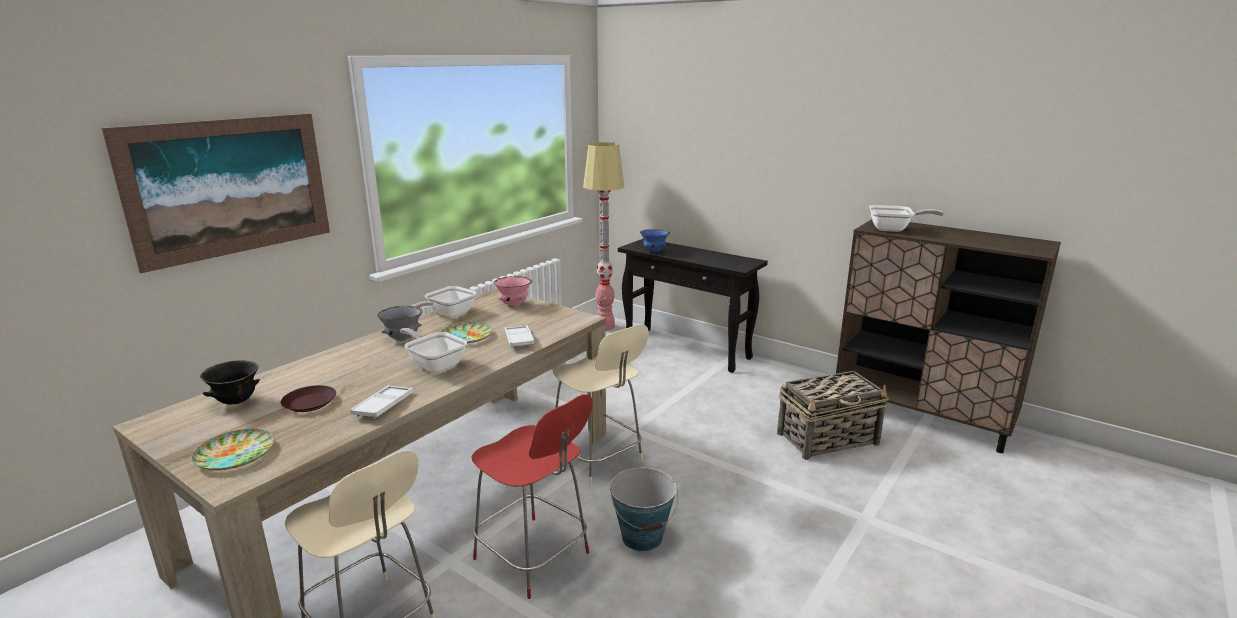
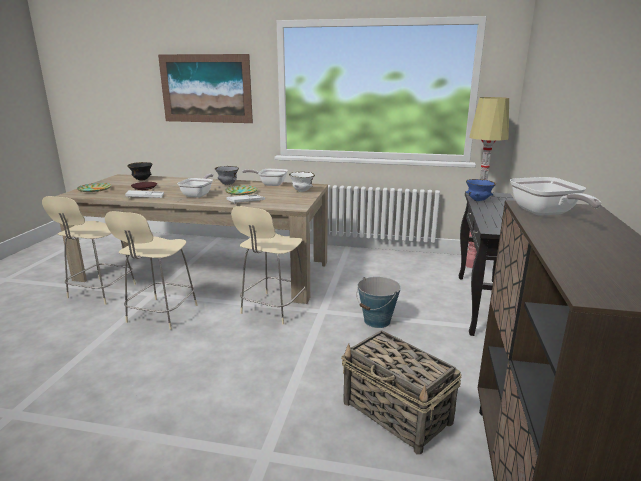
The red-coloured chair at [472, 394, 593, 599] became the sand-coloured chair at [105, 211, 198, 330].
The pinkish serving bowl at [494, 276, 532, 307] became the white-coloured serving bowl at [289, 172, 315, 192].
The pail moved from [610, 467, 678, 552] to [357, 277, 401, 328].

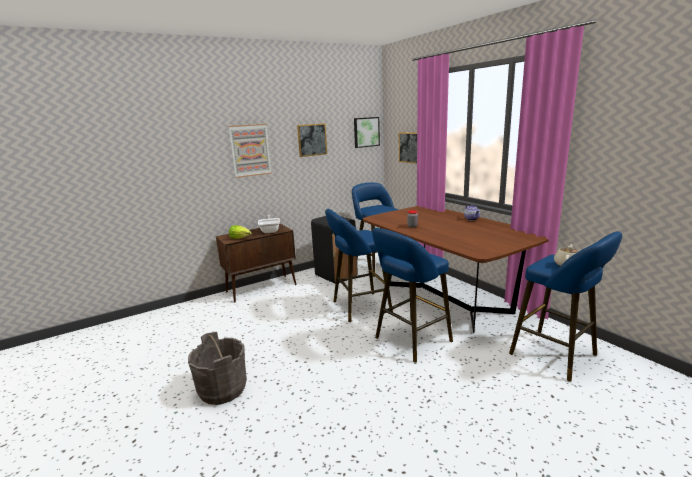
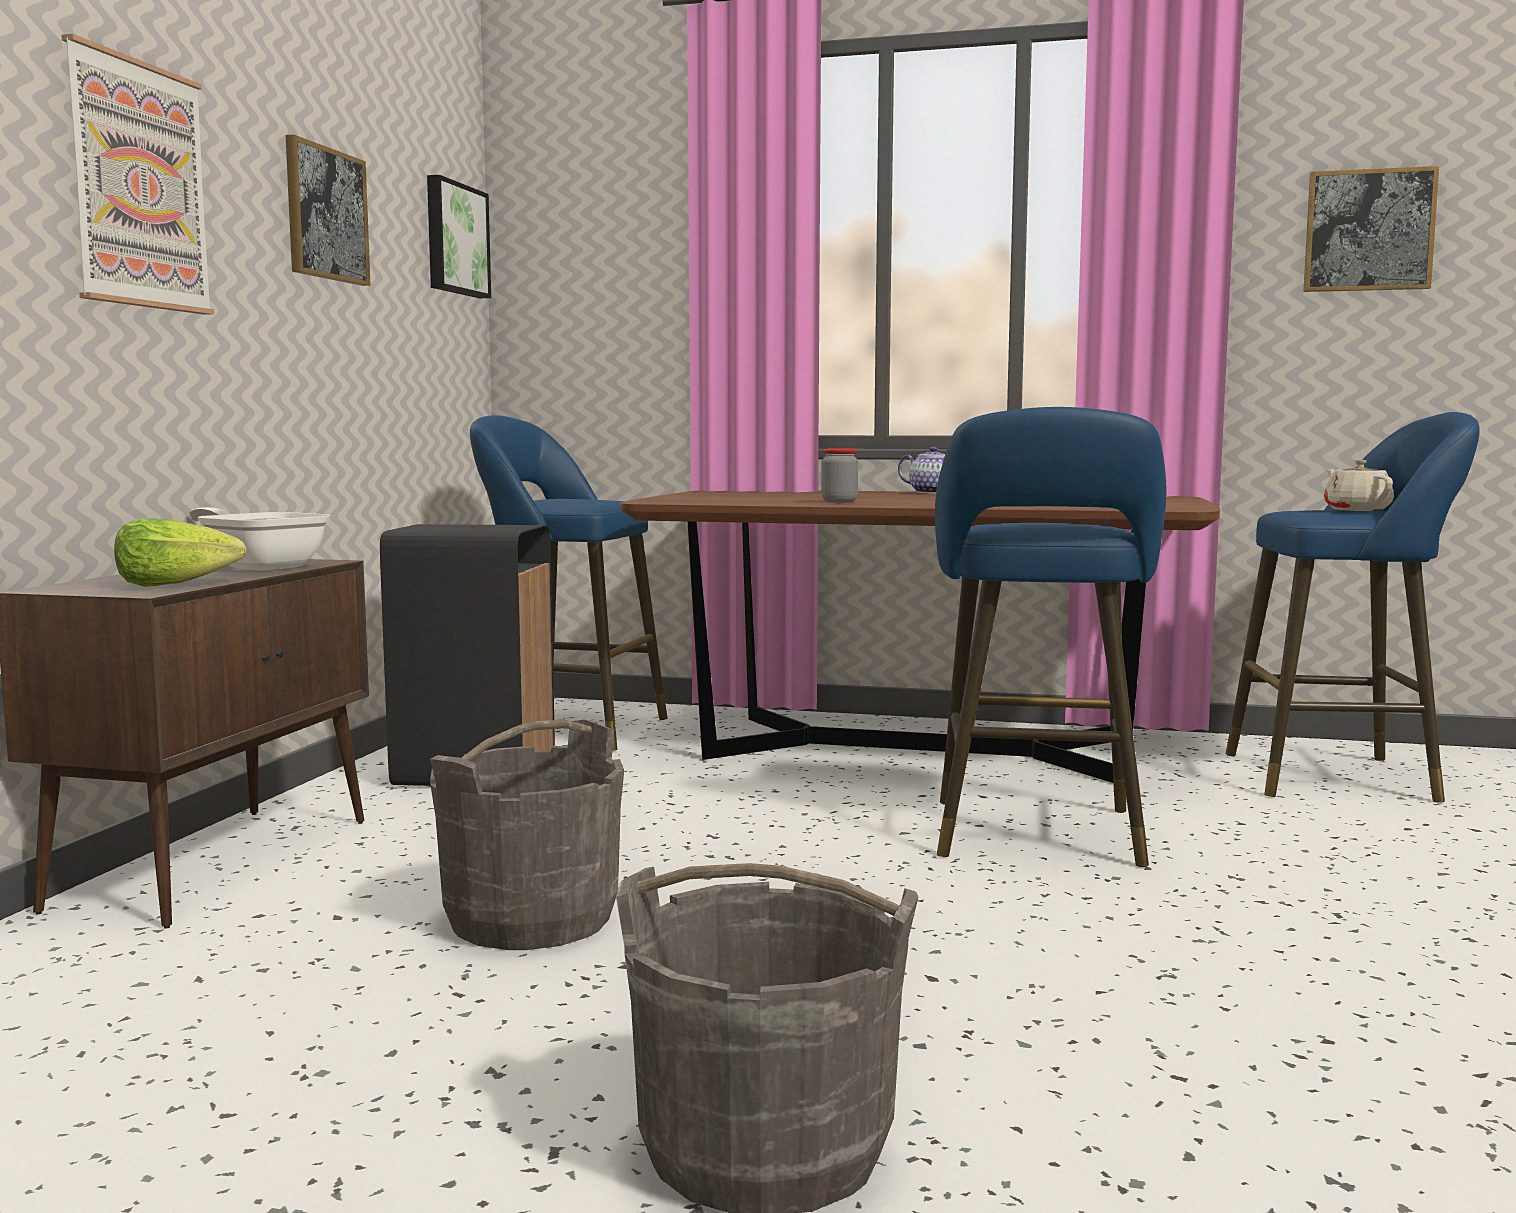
The greyish pail at [430, 720, 624, 950] appeared.
The picture moved from [399, 132, 417, 164] to [1303, 166, 1440, 292].
The blue-coloured stool at [325, 209, 393, 322] disappeared.

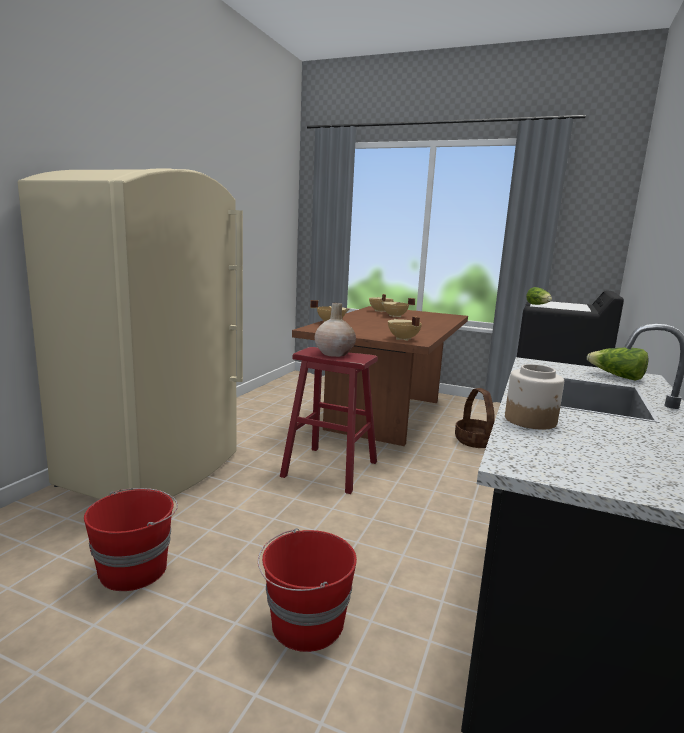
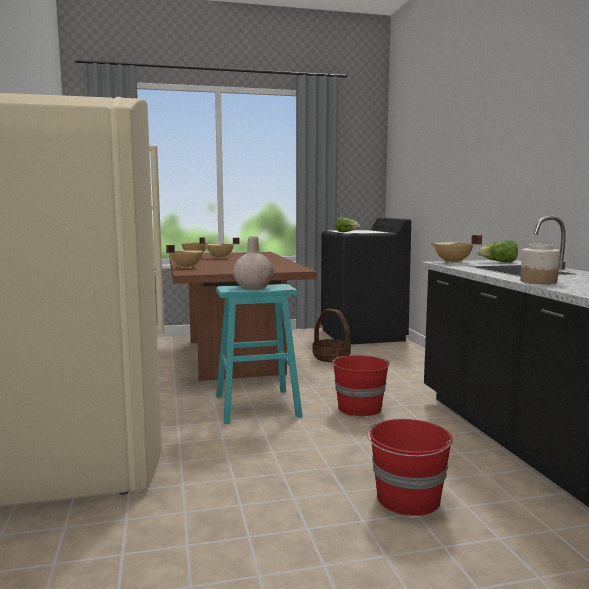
The red-coloured stool at [280, 347, 378, 494] became the blue-green stool at [216, 284, 303, 424].
The red-coloured pail moved from [84, 488, 178, 591] to [332, 355, 390, 416].
The sand-coloured stockpot moved from [388, 316, 422, 341] to [431, 235, 482, 263].

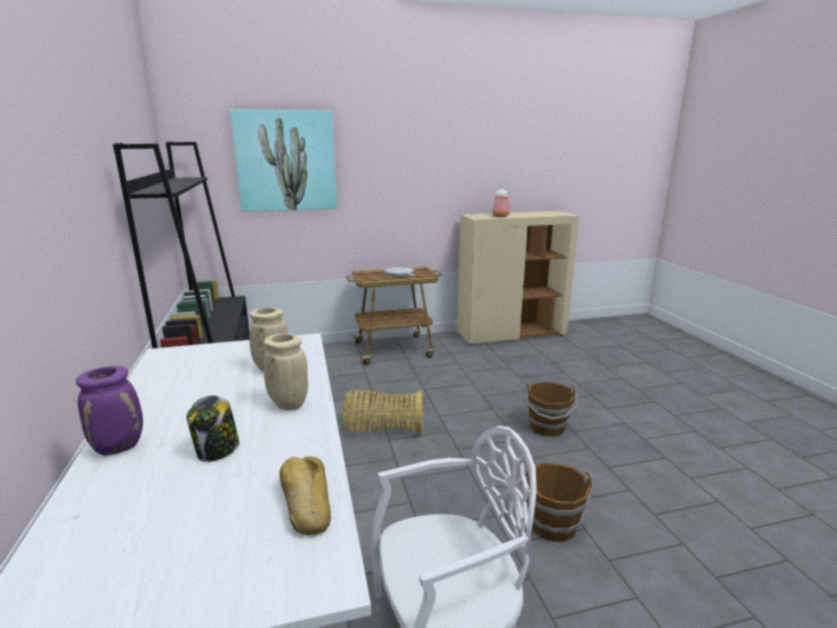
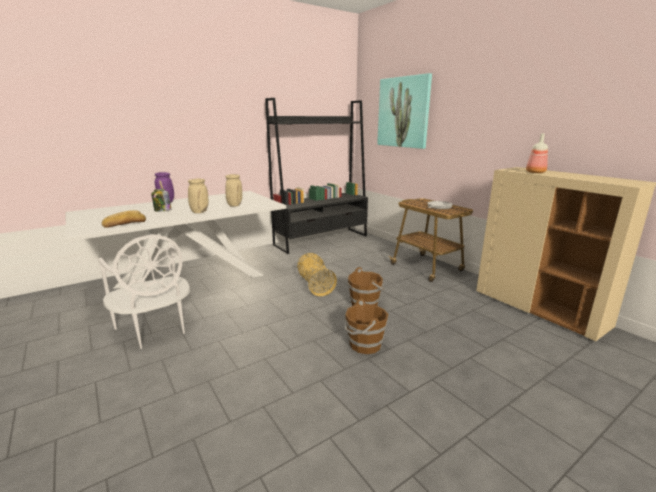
The brownish pail moved from [525, 462, 592, 542] to [348, 267, 384, 306].

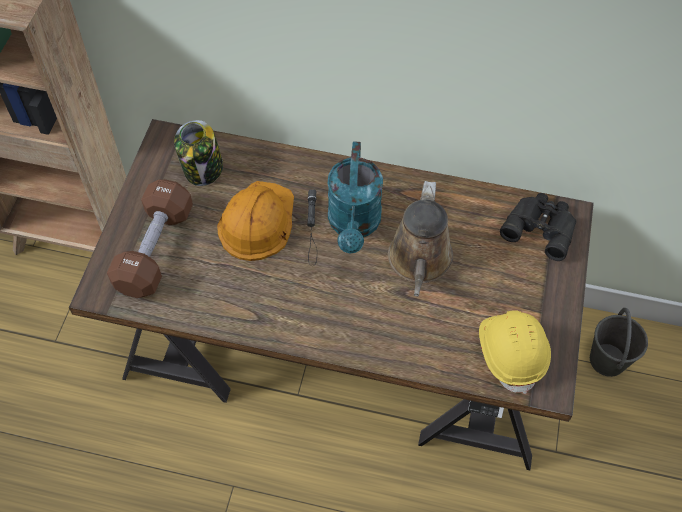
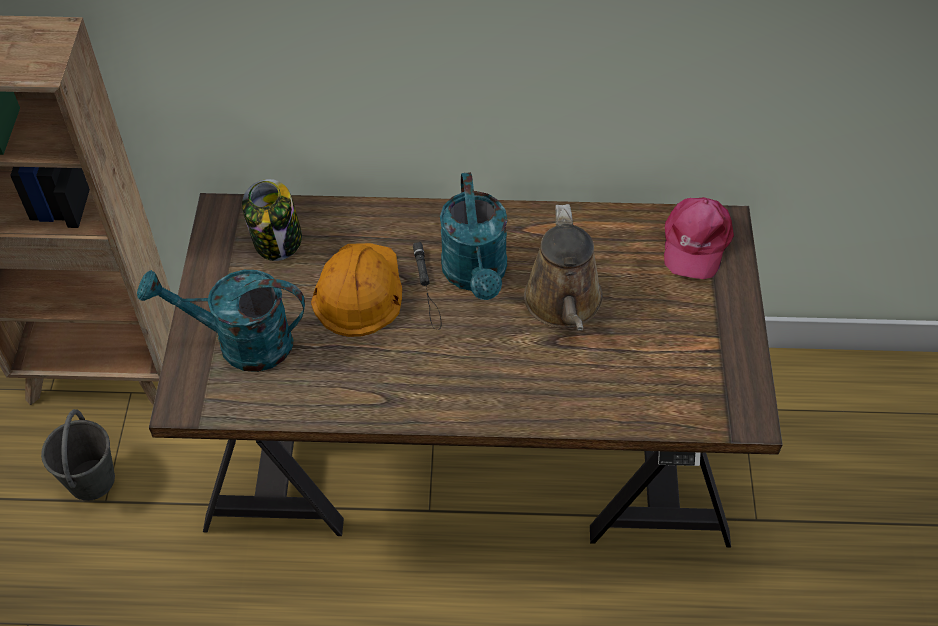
The greyish pail moved from [590, 308, 648, 377] to [41, 409, 115, 501].
The brownish dumbbell at [107, 179, 193, 298] was replaced by the blue-green sprinkling can at [137, 270, 305, 372].
The black-coloured field glasses at [500, 193, 576, 261] was replaced by the pinkish cap at [664, 197, 734, 279].
The yellowish hard hat at [479, 310, 551, 394] disappeared.

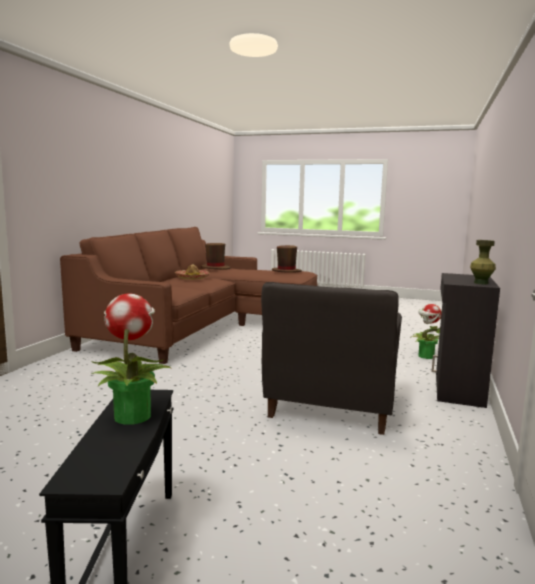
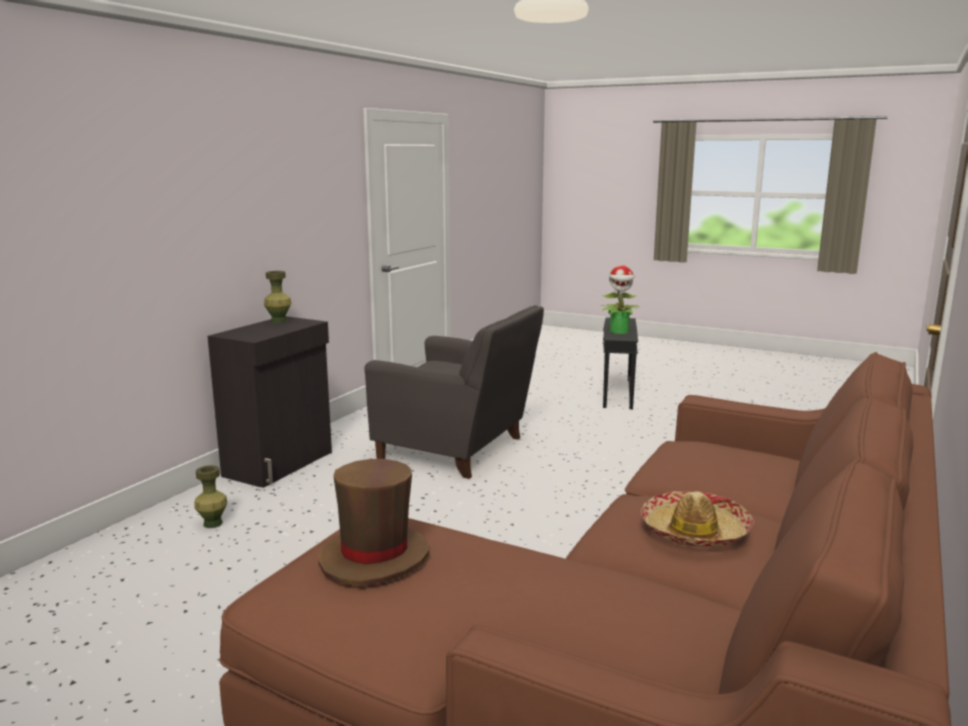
The houseplant at [410, 304, 442, 359] was replaced by the greenish vase at [195, 465, 227, 528].
The greyish armchair at [261, 282, 402, 435] turned 90 degrees clockwise.
The brownish clothing hat at [201, 243, 230, 270] disappeared.

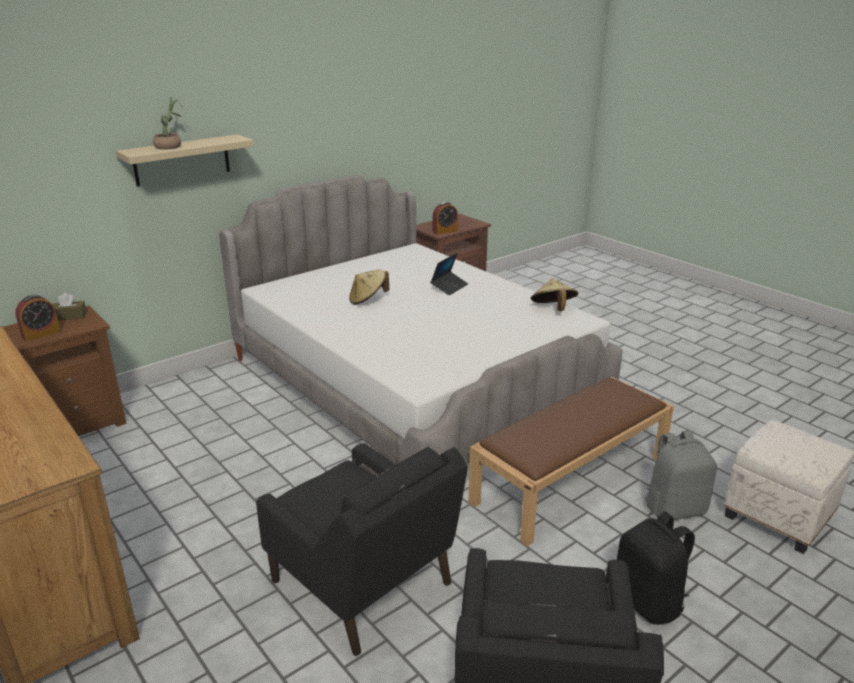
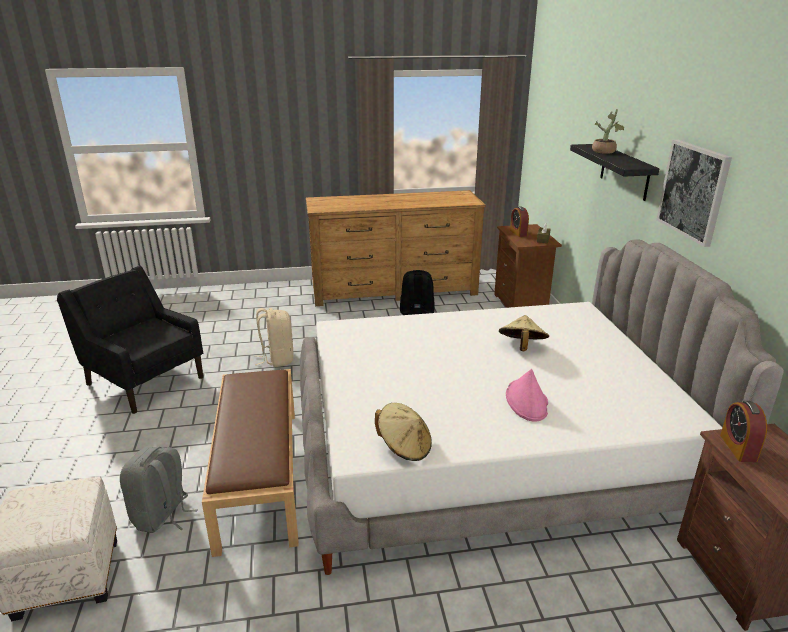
The black-coloured armchair at [256, 443, 468, 656] was replaced by the sand-coloured backpack at [254, 308, 293, 367].
The black-coloured backpack moved from [617, 512, 695, 625] to [400, 270, 434, 315].
The laptop at [430, 253, 468, 295] was replaced by the pinkish clothing hat at [506, 369, 548, 422].
The sand-coloured shelf at [116, 135, 254, 187] became the black-coloured shelf at [570, 144, 659, 201].
The picture at [656, 140, 732, 247] appeared.

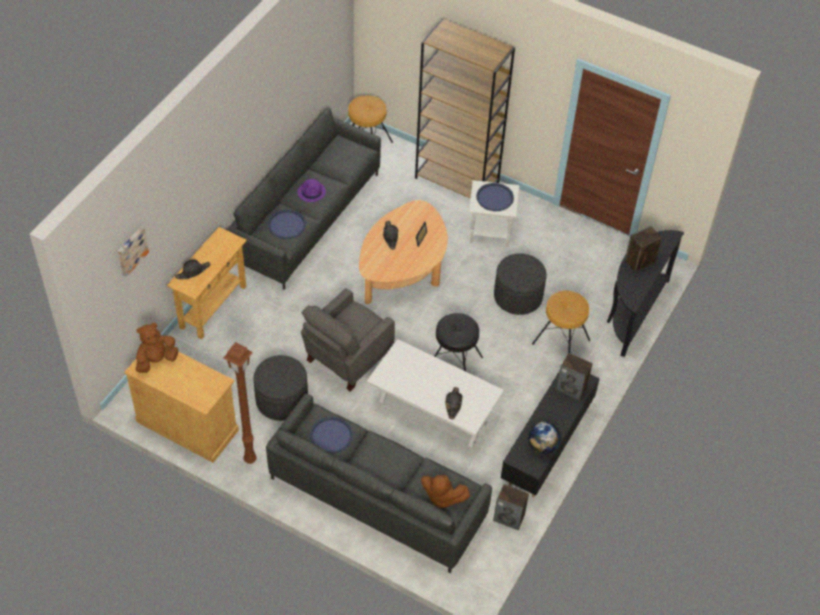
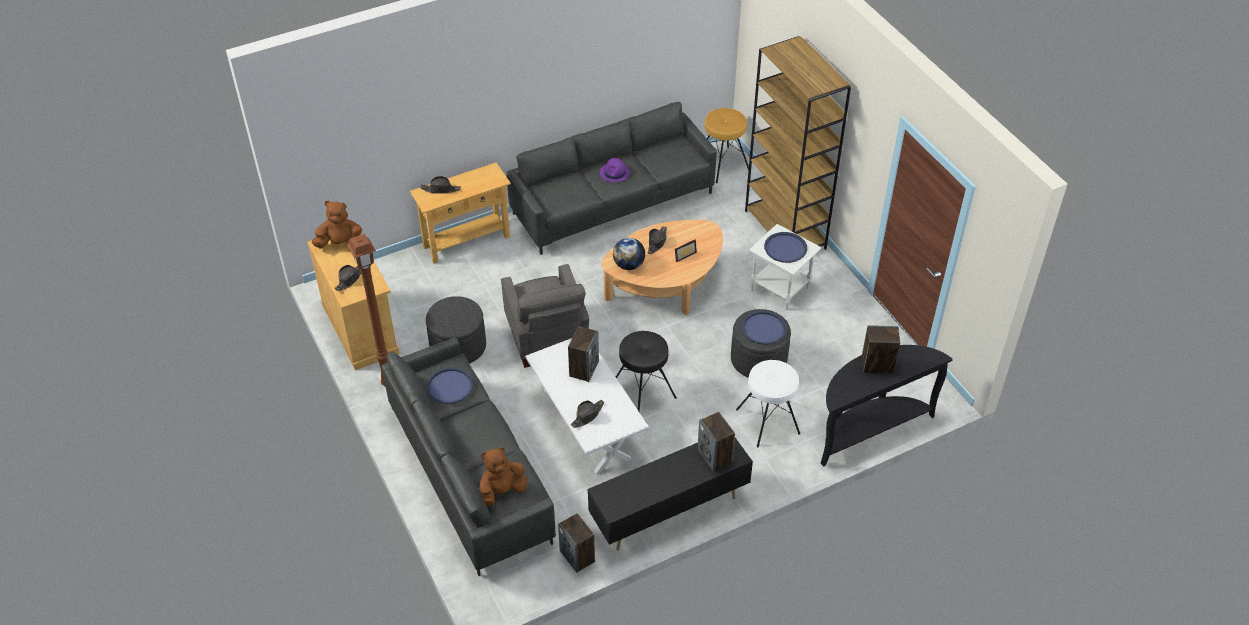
The black-coloured clothing hat at [335, 265, 361, 291] appeared.
The brownish plush toy at [421, 475, 470, 508] turned 90 degrees clockwise.
The greyish armchair at [301, 288, 395, 392] turned 90 degrees counterclockwise.
The loudspeaker at [568, 326, 599, 382] appeared.
The globe moved from [528, 422, 561, 454] to [613, 238, 645, 270].
The brownish stool at [532, 291, 590, 353] became the white-coloured stool at [736, 360, 800, 447].
The blue-coloured carrying tray moved from [268, 209, 306, 239] to [742, 311, 787, 345].
The picture at [118, 226, 149, 277] disappeared.

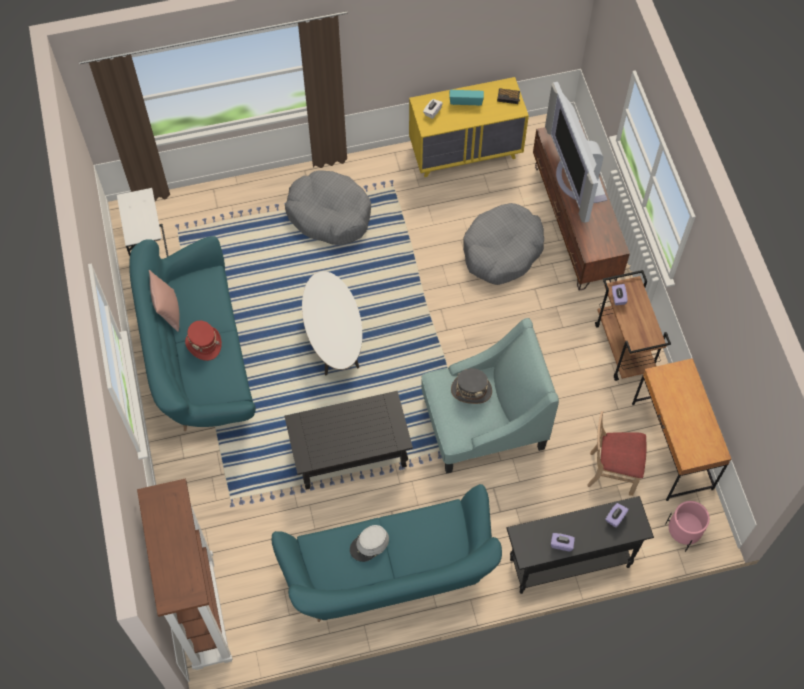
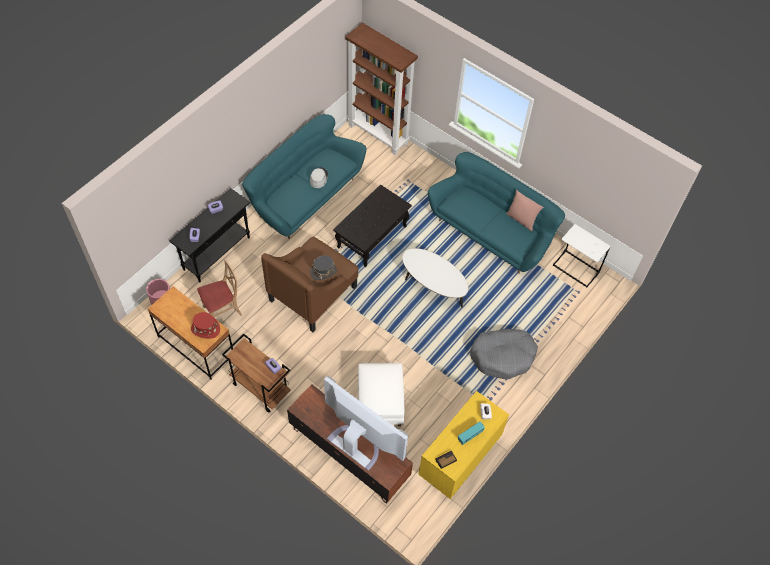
The red-coloured clothing hat moved from [185, 321, 222, 361] to [191, 312, 220, 339].
The blue-green armchair at [421, 318, 559, 474] became the brownish armchair at [261, 237, 358, 332].
The greyish dog cushion at [463, 203, 544, 285] was replaced by the white-coloured ottoman at [358, 363, 404, 426].

